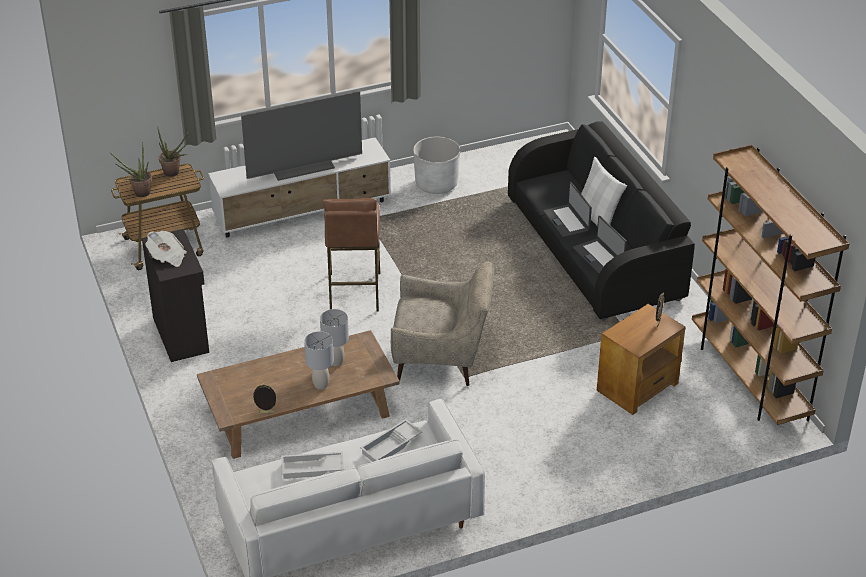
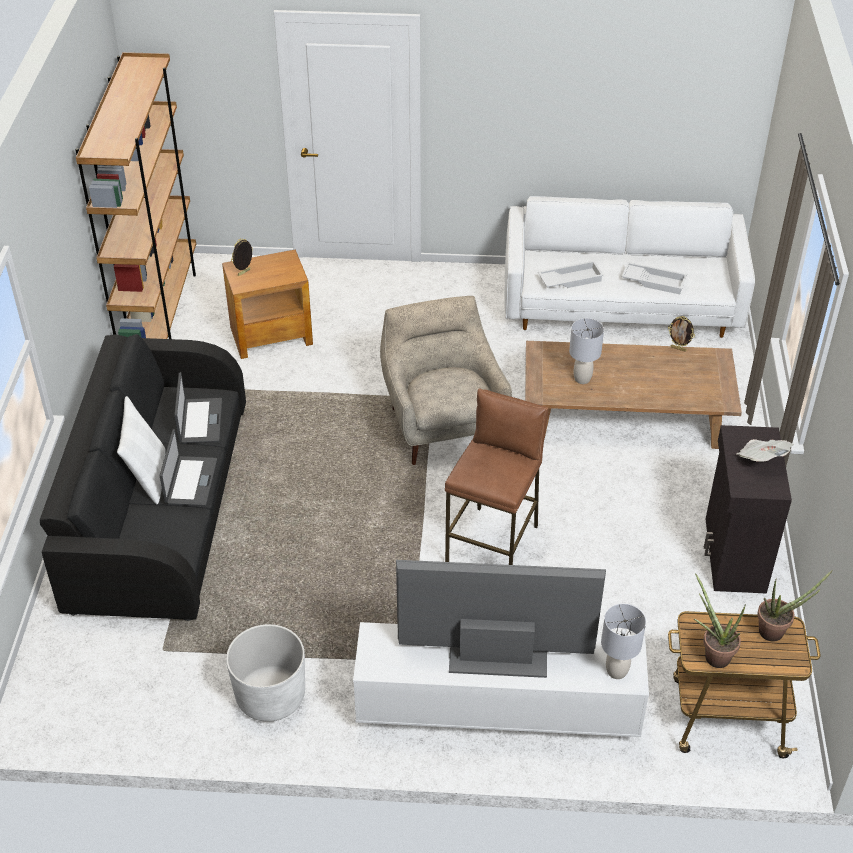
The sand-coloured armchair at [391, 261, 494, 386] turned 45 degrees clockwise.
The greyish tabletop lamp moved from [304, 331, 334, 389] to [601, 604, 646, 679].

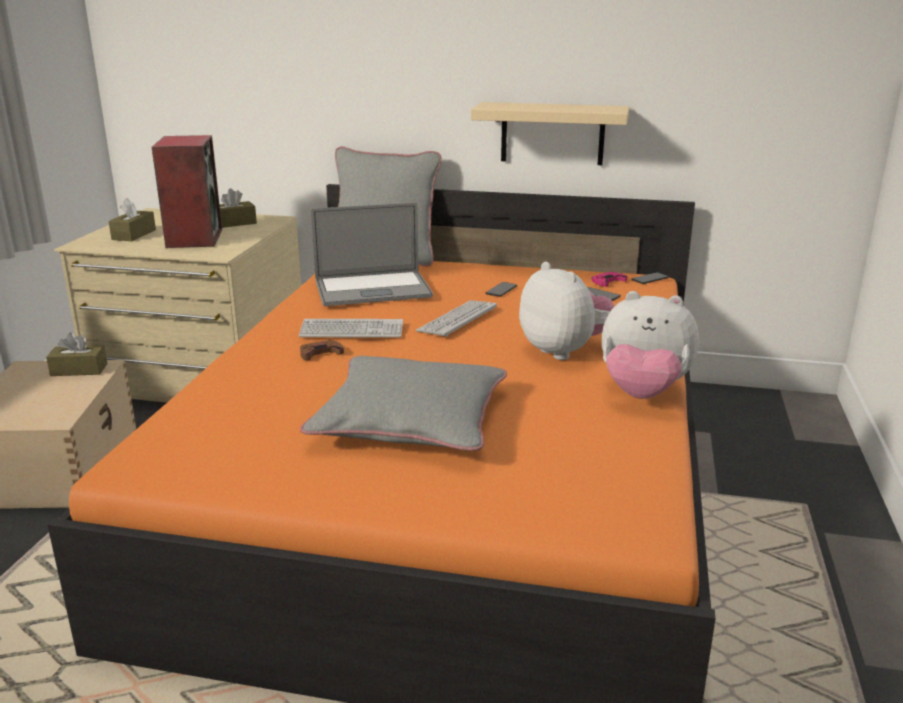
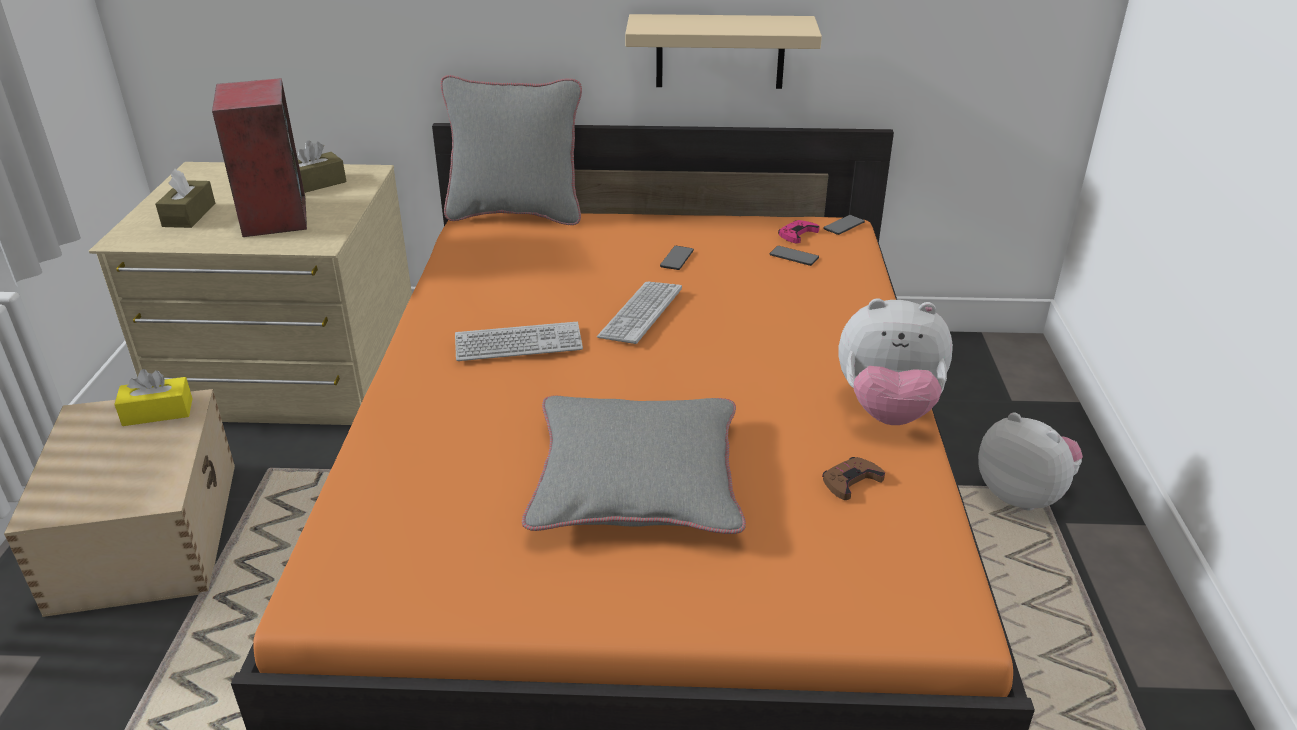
The brownish tissue box at [46, 332, 107, 376] became the yellowish tissue box at [114, 369, 193, 426].
The brownish gamepad moved from [300, 340, 344, 360] to [822, 457, 885, 500].
The plush toy moved from [519, 262, 615, 360] to [978, 412, 1083, 510].
The laptop at [311, 203, 433, 306] disappeared.

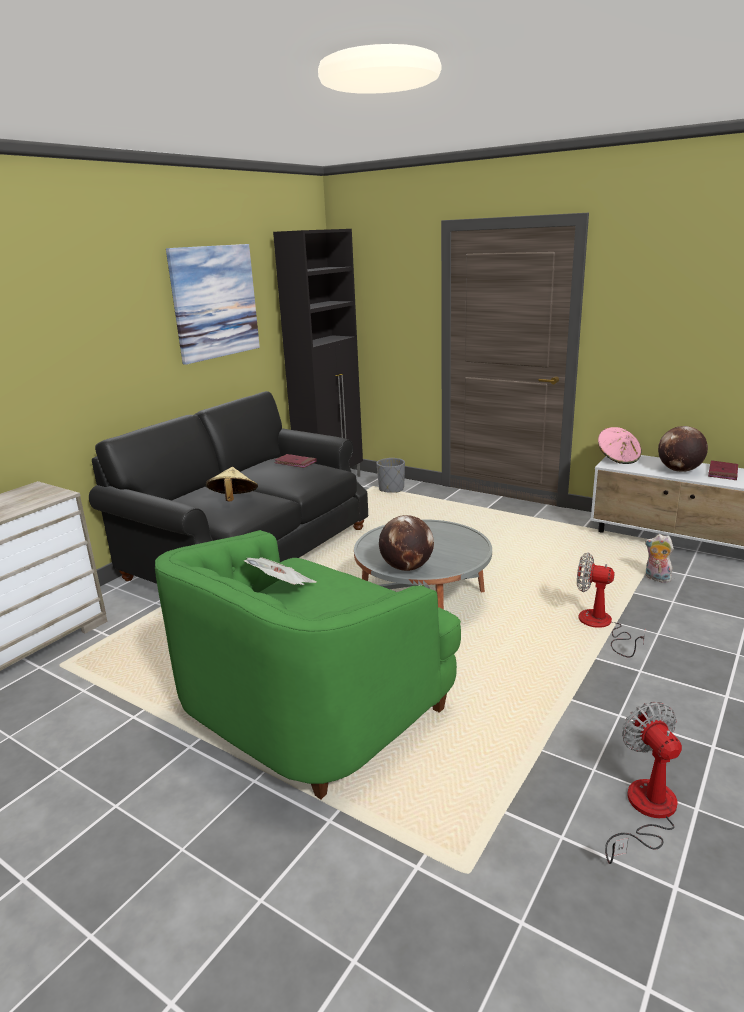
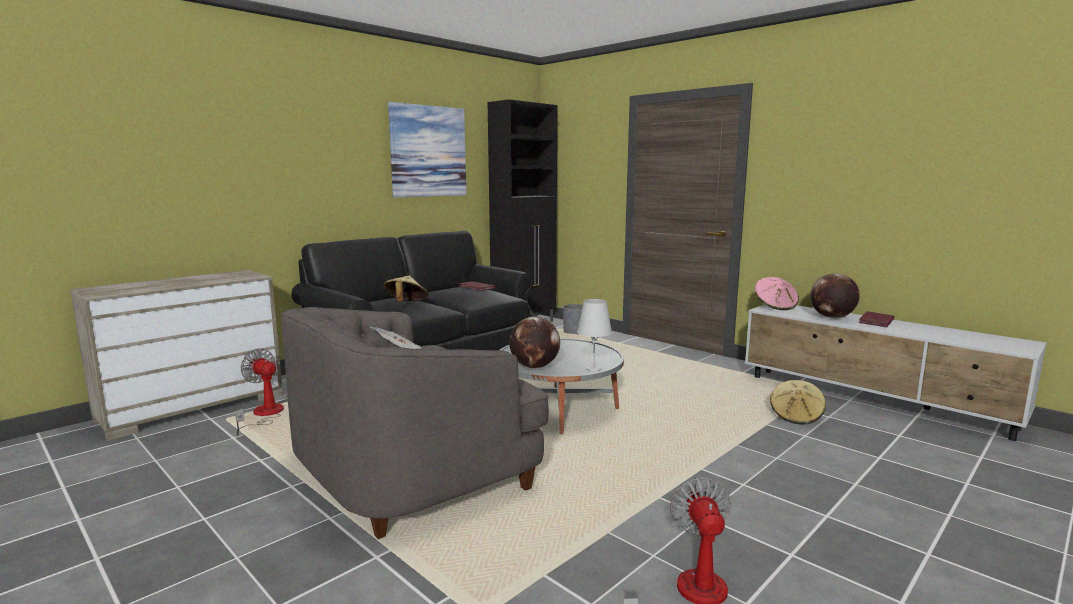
The cooling fan moved from [577, 552, 646, 657] to [235, 348, 284, 436].
The greenish armchair at [155, 530, 461, 800] became the greyish armchair at [281, 307, 549, 540].
The white-coloured tabletop lamp at [577, 299, 612, 371] appeared.
The plush toy at [645, 534, 674, 583] was replaced by the sand-coloured clothing hat at [770, 380, 826, 425].

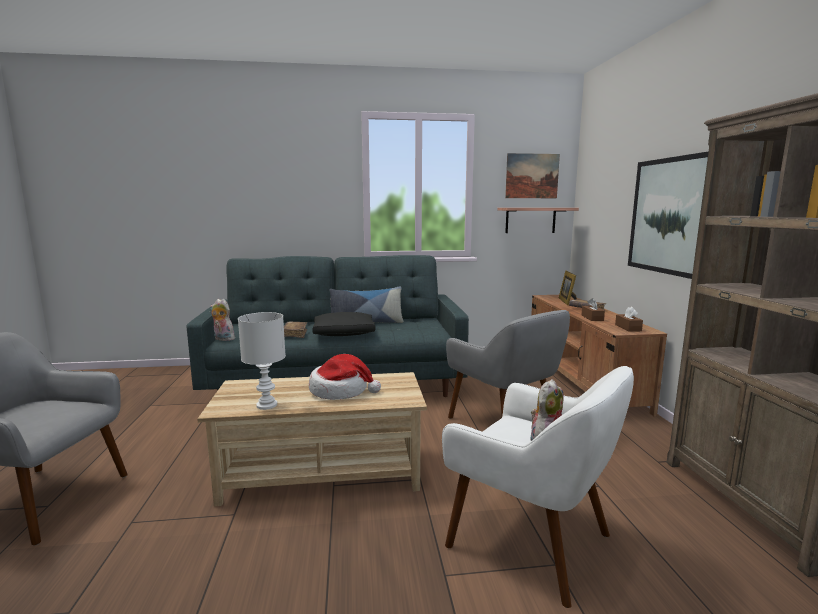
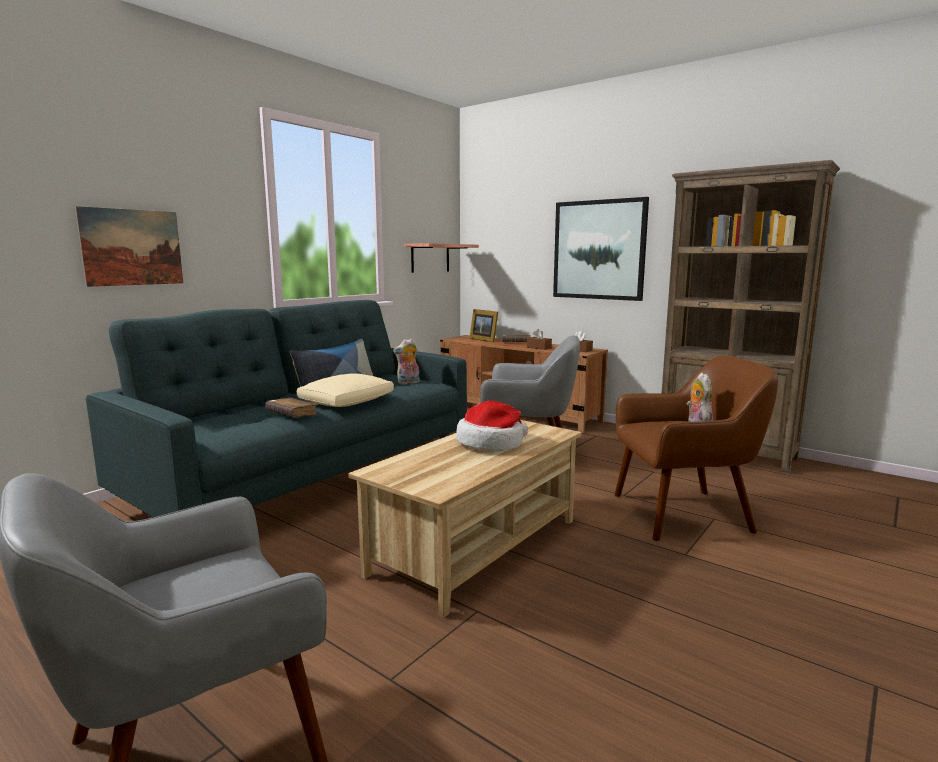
The picture moved from [505, 153, 560, 198] to [75, 206, 183, 287].
The black-coloured pillow at [312, 312, 375, 336] became the sand-coloured pillow at [297, 373, 394, 407].
The plush toy moved from [210, 299, 235, 341] to [393, 339, 419, 385].
The white-coloured armchair at [442, 366, 634, 608] became the brownish armchair at [615, 355, 778, 542].
The white-coloured tabletop lamp at [238, 312, 286, 410] disappeared.

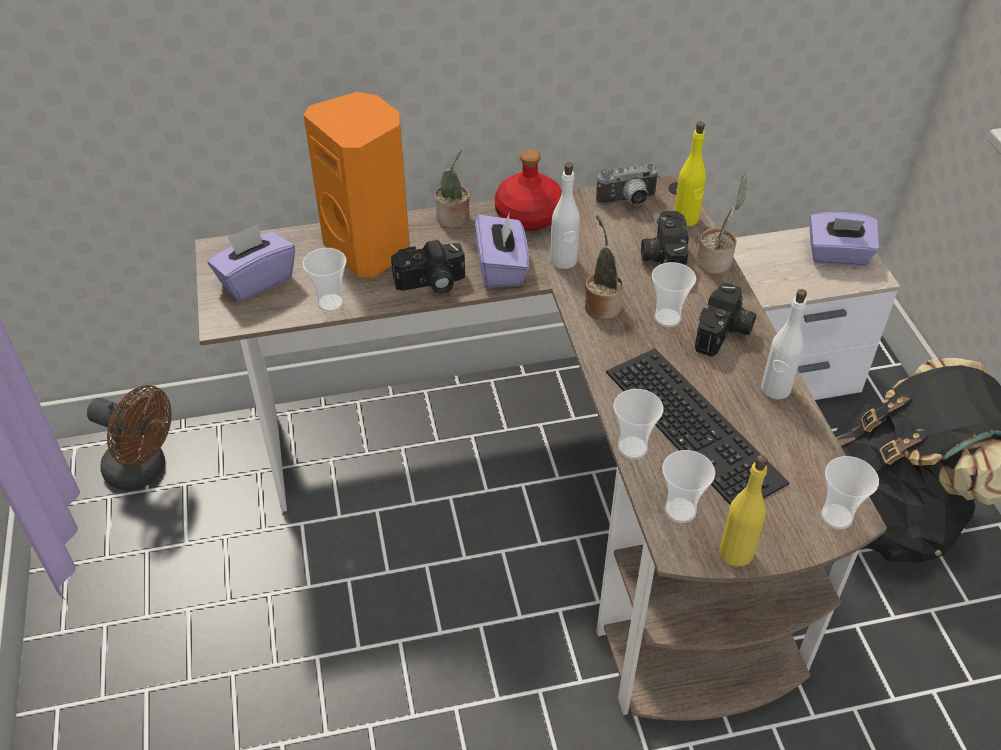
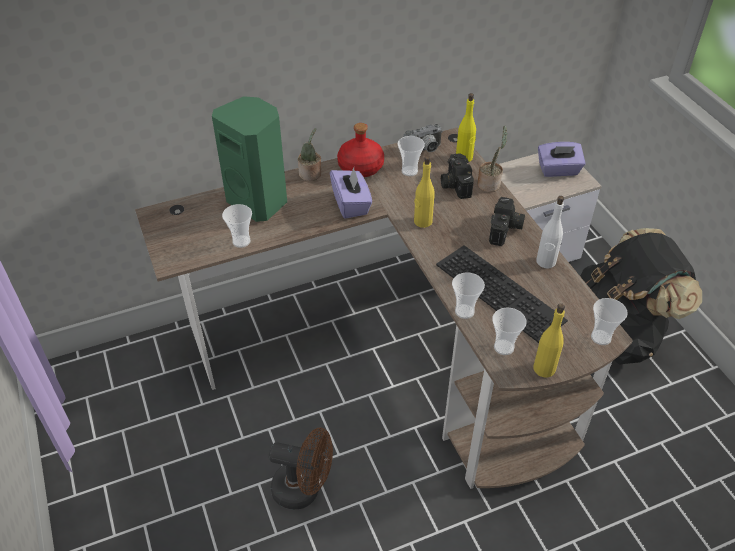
The orange loudspeaker at [304, 92, 410, 277] became the greenish loudspeaker at [212, 96, 287, 222].
The brownish cooling fan moved from [87, 385, 172, 491] to [269, 428, 333, 509].
The small cup moved from [652, 262, 696, 327] to [398, 136, 425, 176].
The houseplant at [585, 215, 623, 320] was replaced by the yellowish bottle at [414, 156, 435, 228].
The purplish tissue box at [208, 224, 295, 301] disappeared.
The still camera at [391, 240, 465, 294] disappeared.
The white-coloured bottle at [550, 162, 580, 269] disappeared.

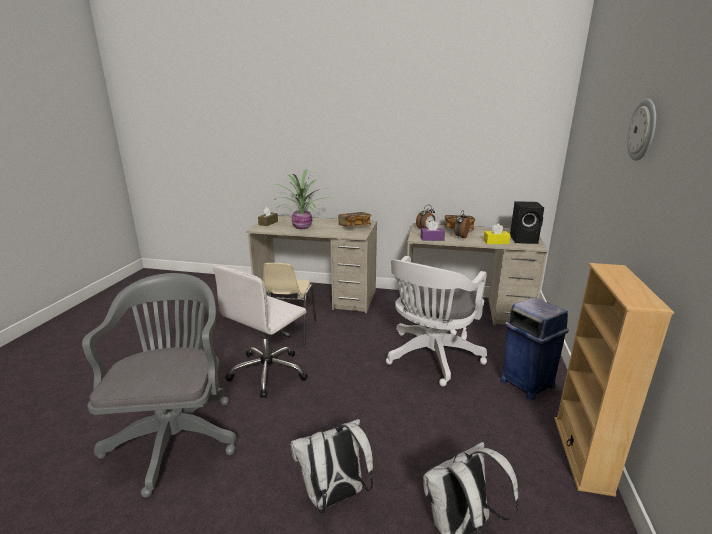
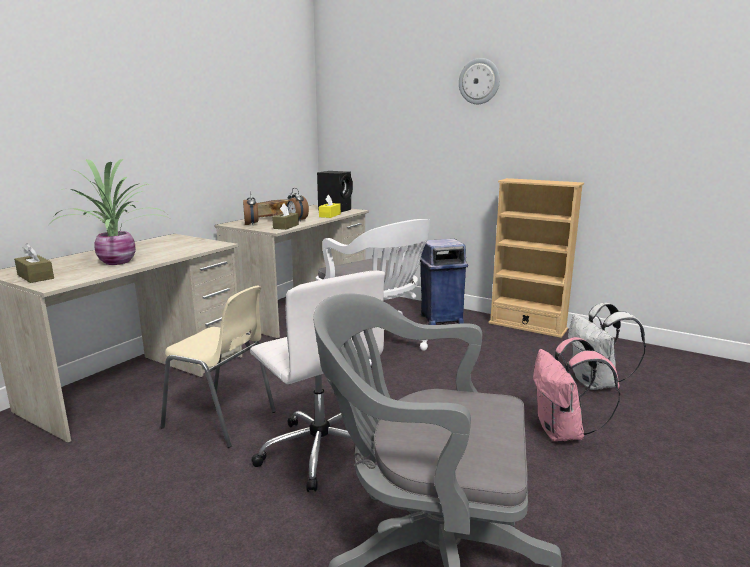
The purplish tissue box at [421, 220, 445, 241] became the brownish tissue box at [272, 204, 299, 230].
The white-coloured backpack at [290, 419, 374, 513] became the pinkish backpack at [533, 337, 620, 441].
The bound book at [338, 212, 371, 227] disappeared.

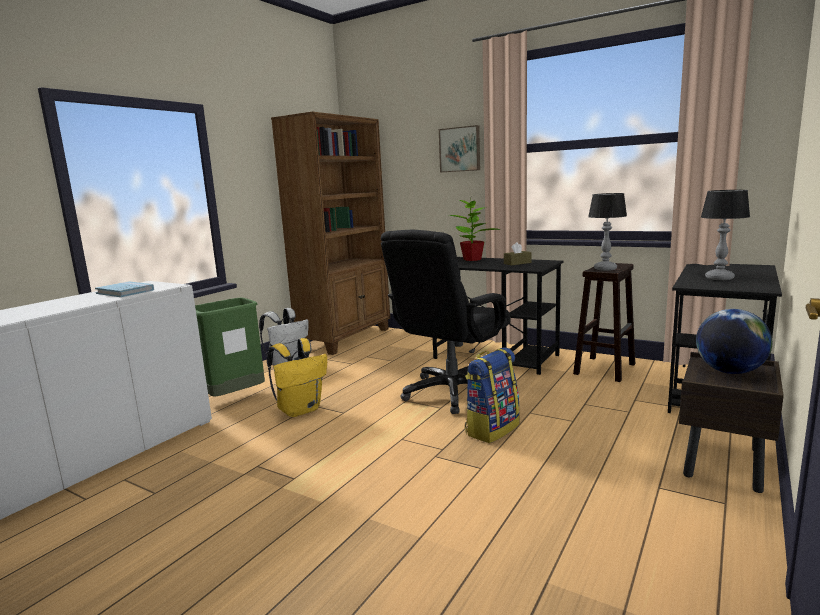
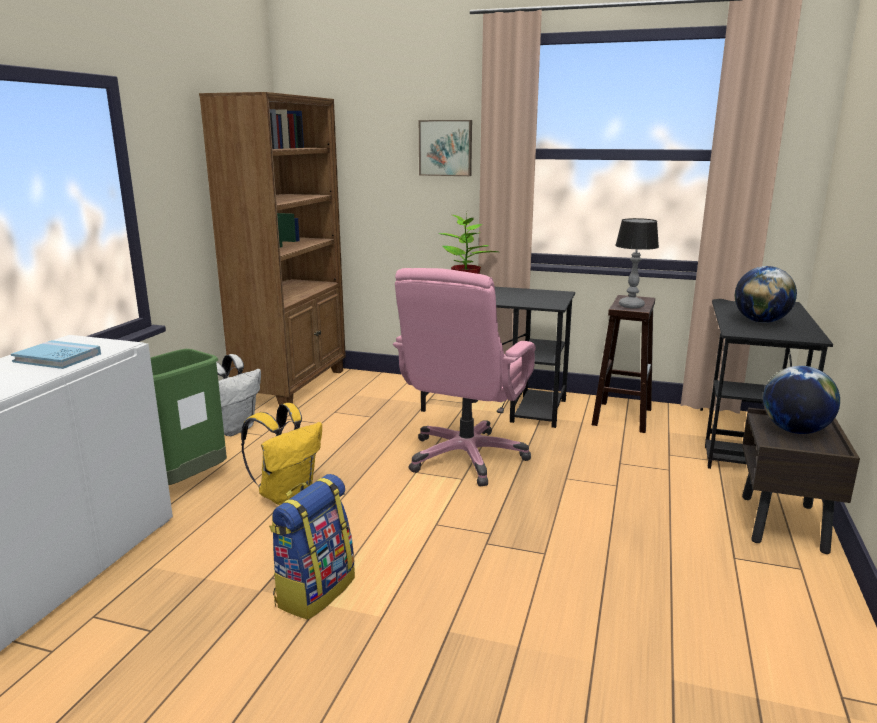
The backpack moved from [465, 347, 520, 443] to [269, 474, 355, 620].
The black-coloured computer chair at [381, 230, 511, 414] became the pinkish computer chair at [393, 268, 536, 486].
The tabletop lamp at [701, 190, 750, 280] was replaced by the globe at [735, 266, 797, 323].
The brownish tissue box at [504, 242, 532, 265] disappeared.

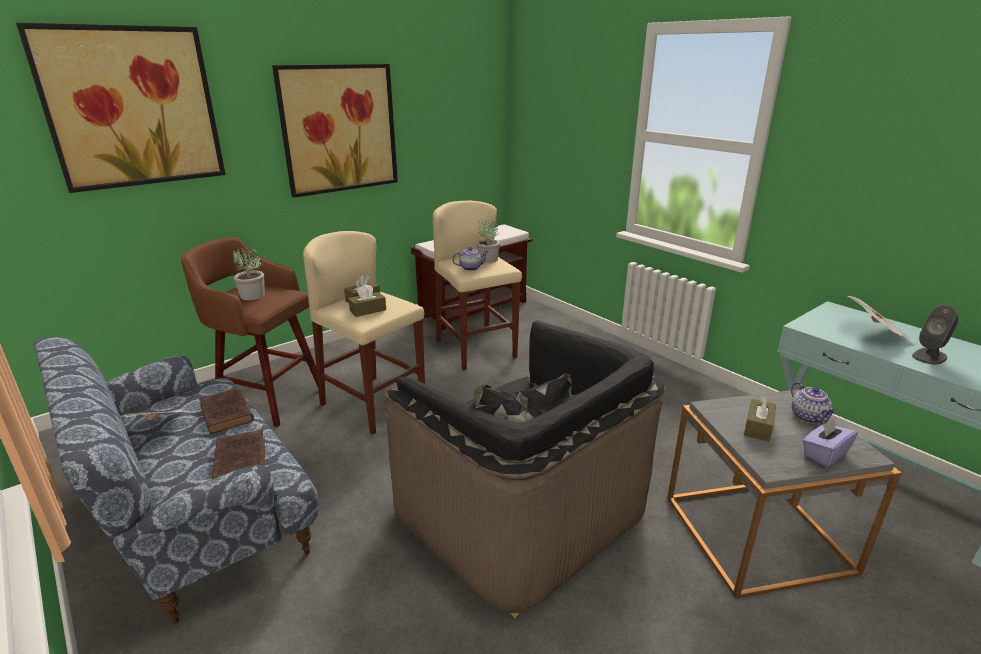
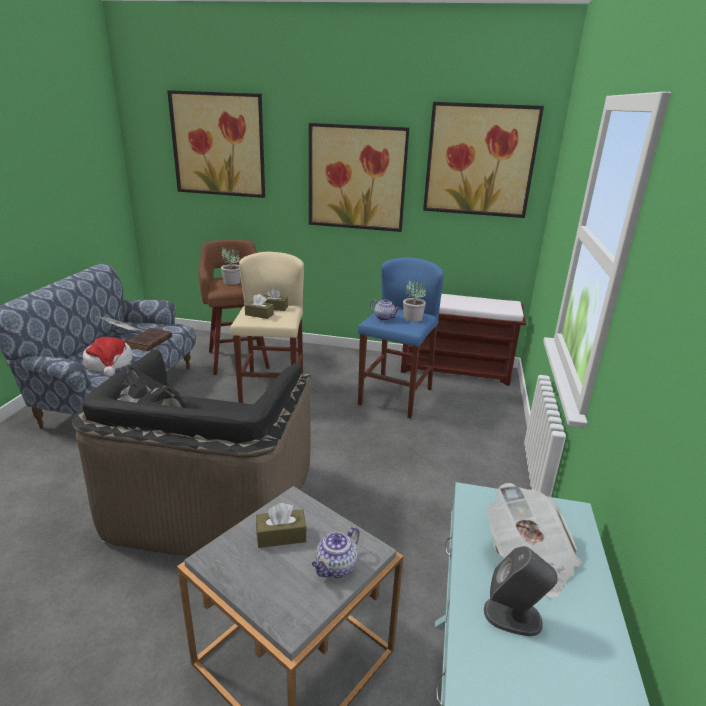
The brownish bound book at [212, 430, 265, 479] was replaced by the clothing hat at [83, 337, 132, 377].
The sand-coloured stool at [433, 201, 522, 371] became the blue-coloured stool at [358, 257, 444, 419].
The picture at [423, 102, 544, 218] appeared.
The purplish tissue box at [803, 418, 858, 467] disappeared.

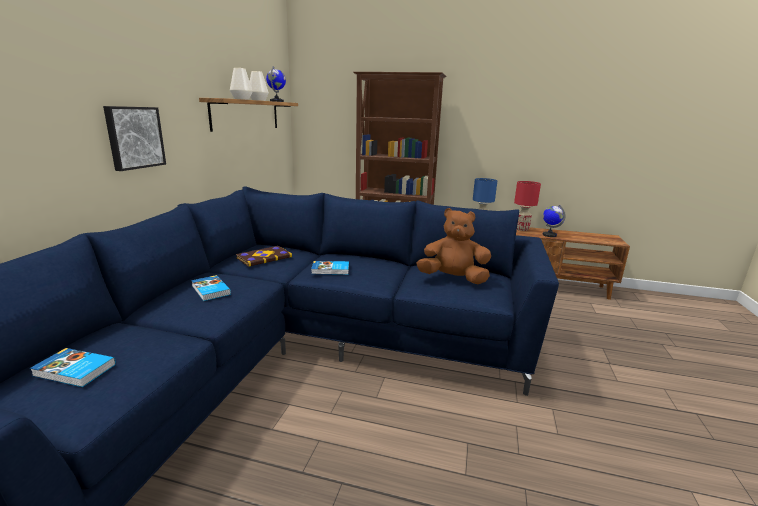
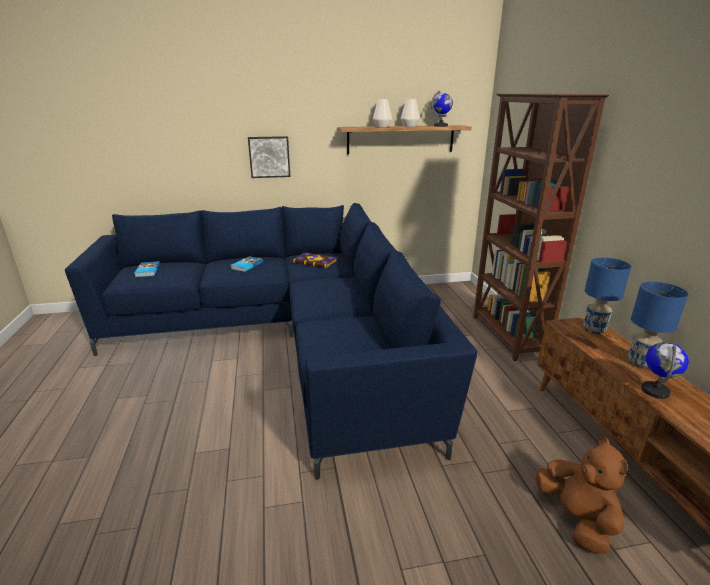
The brownish plush toy moved from [416, 208, 491, 284] to [536, 436, 628, 554].
The red-coloured tabletop lamp at [514, 181, 541, 231] became the blue-coloured tabletop lamp at [628, 282, 688, 369].
The bound book at [311, 261, 349, 275] disappeared.

